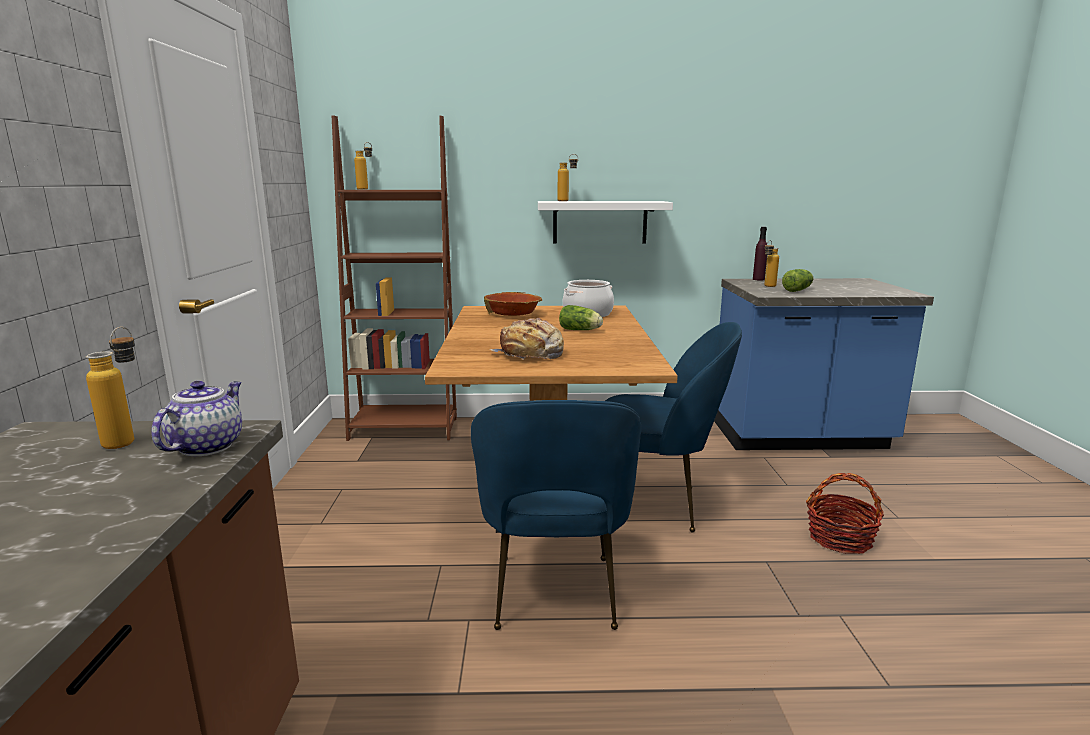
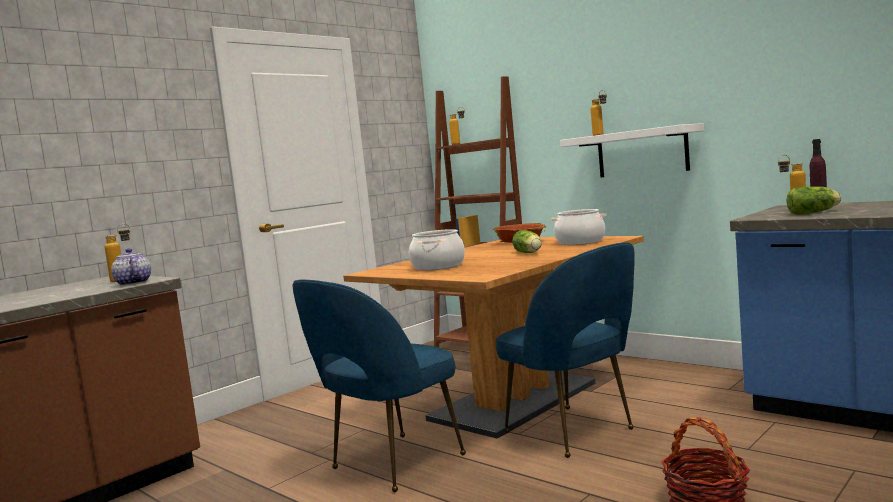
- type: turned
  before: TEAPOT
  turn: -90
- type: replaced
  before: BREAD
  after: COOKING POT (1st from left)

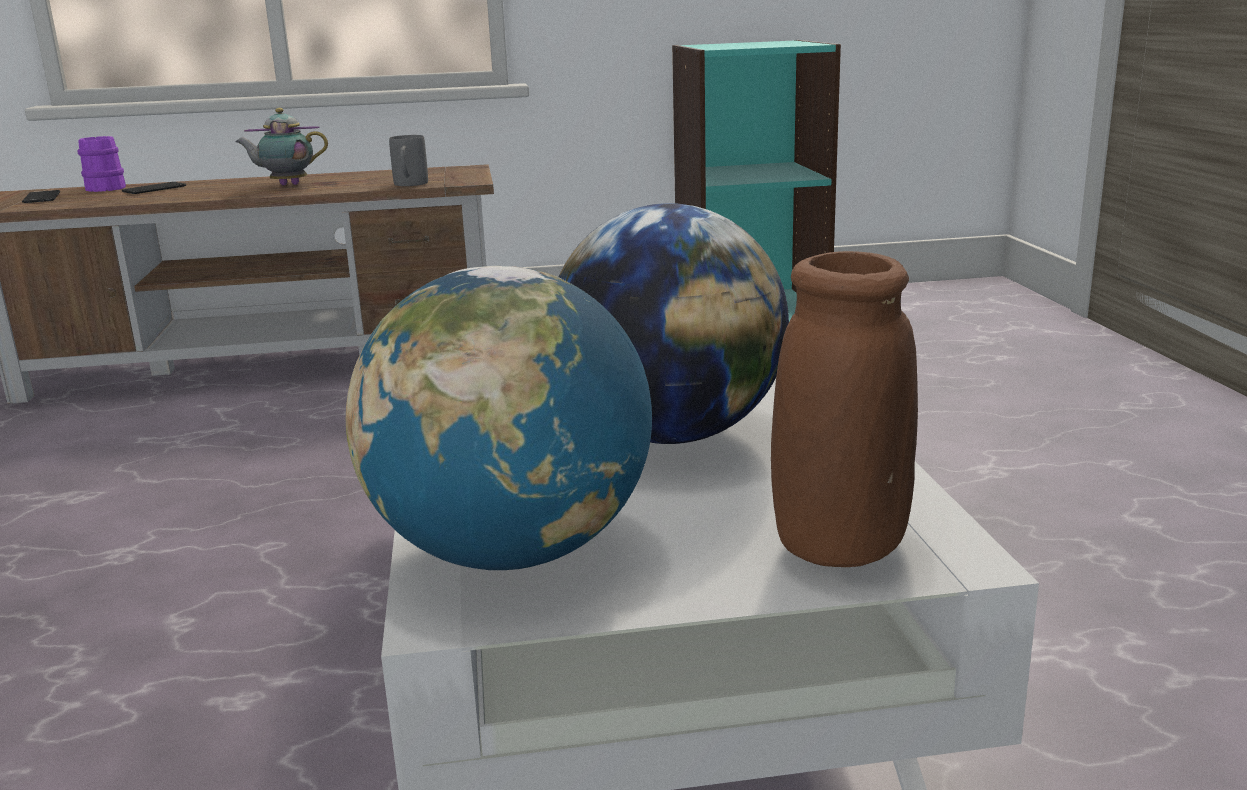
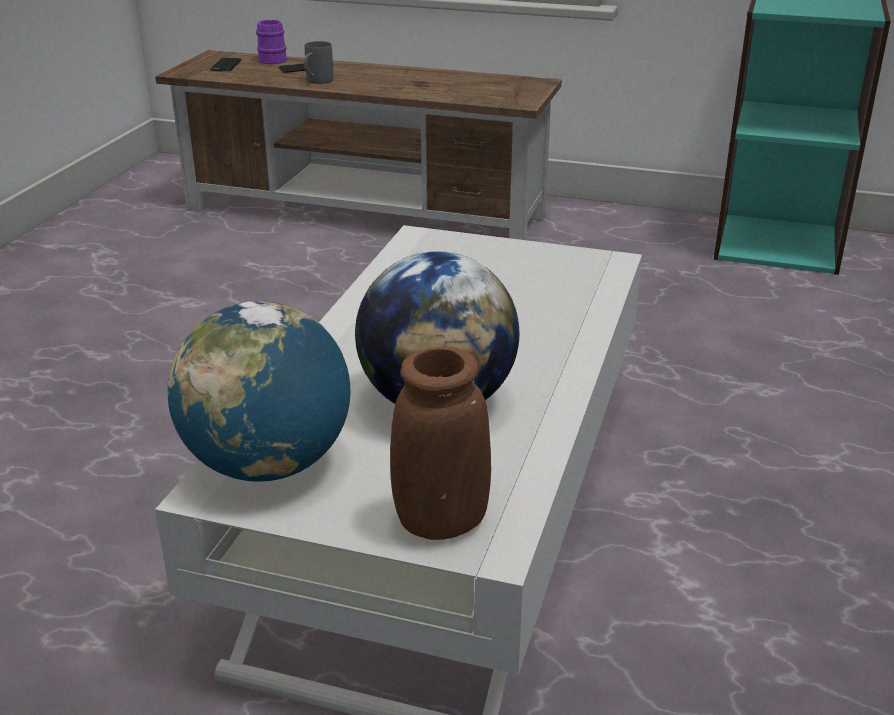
- type: removed
  before: TEAPOT
- type: moved
  before: GREY MUG

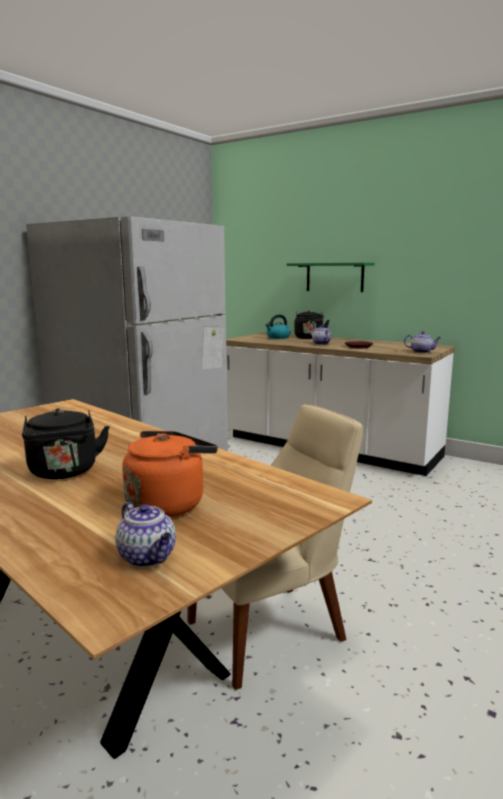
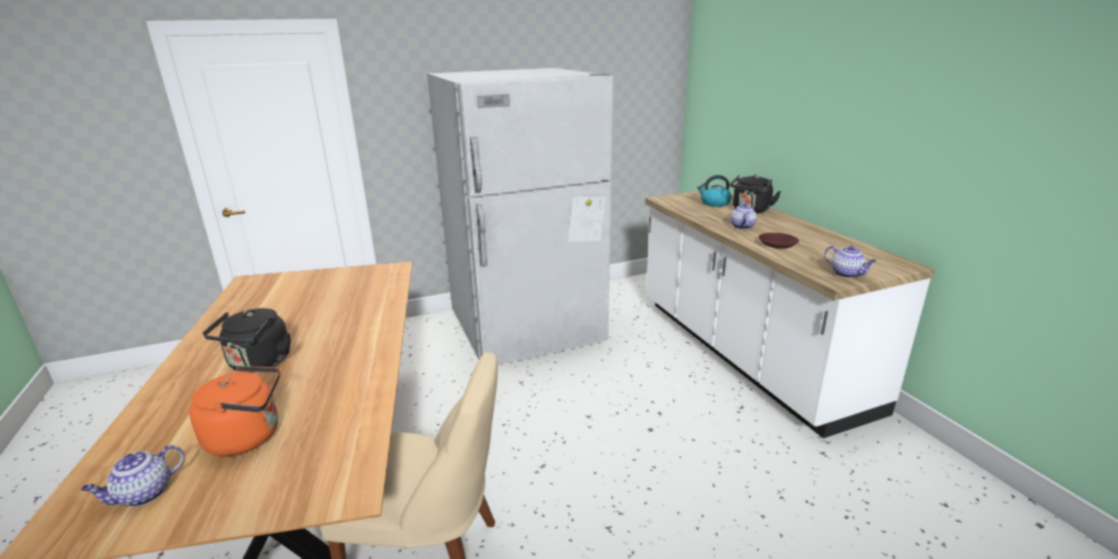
- type: turned
  before: TEAPOT (1st from left)
  turn: 45
- type: removed
  before: GREEN SHELF

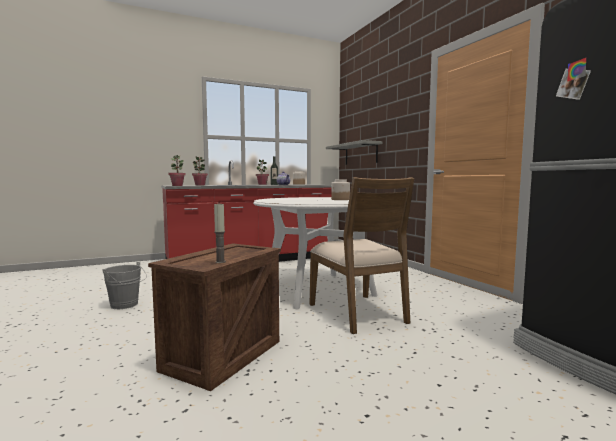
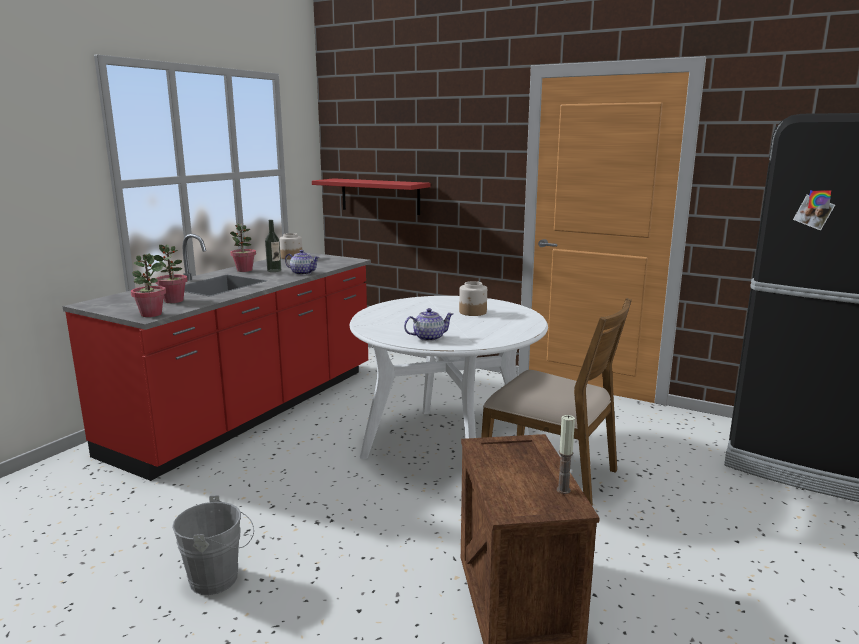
- type: recoloured
  before: GREY SHELF
  after: RED SHELF
- type: added
  after: TEAPOT (2nd from left)

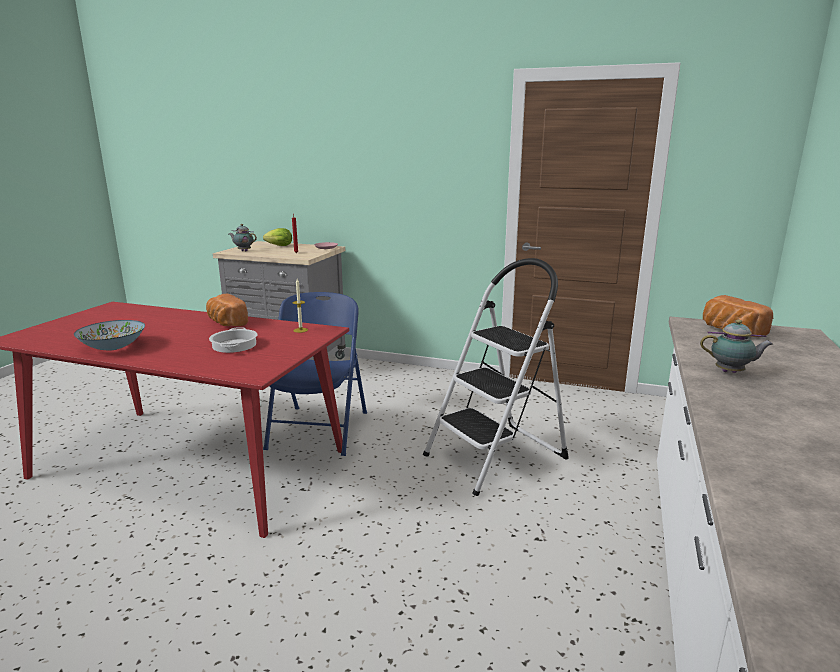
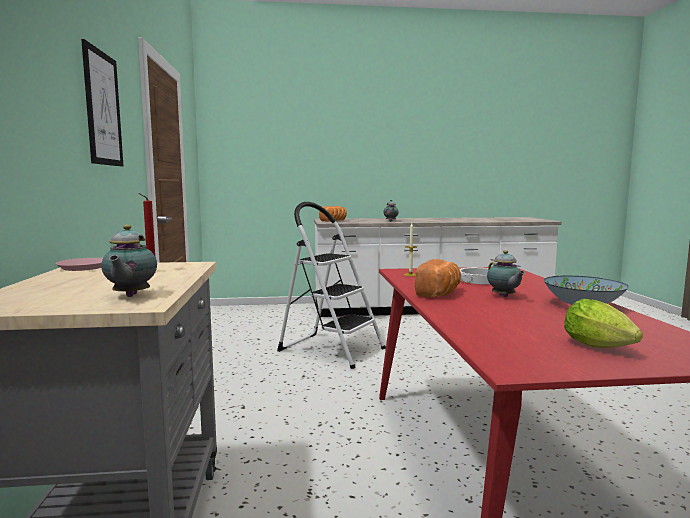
- type: moved
  before: LETTUCE
- type: removed
  before: BLUE CHAIR
- type: added
  after: PICTURE
- type: added
  after: TEAPOT (3rd from left)

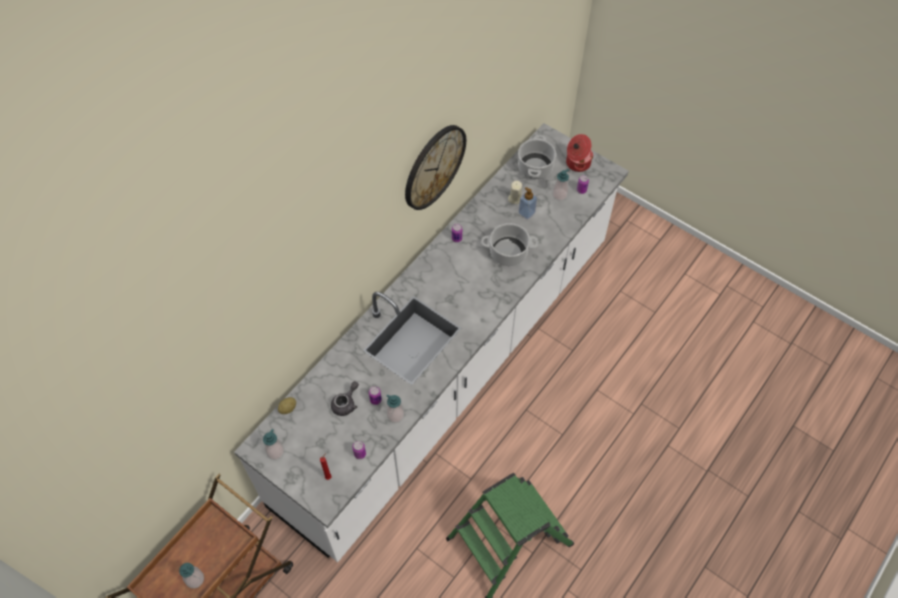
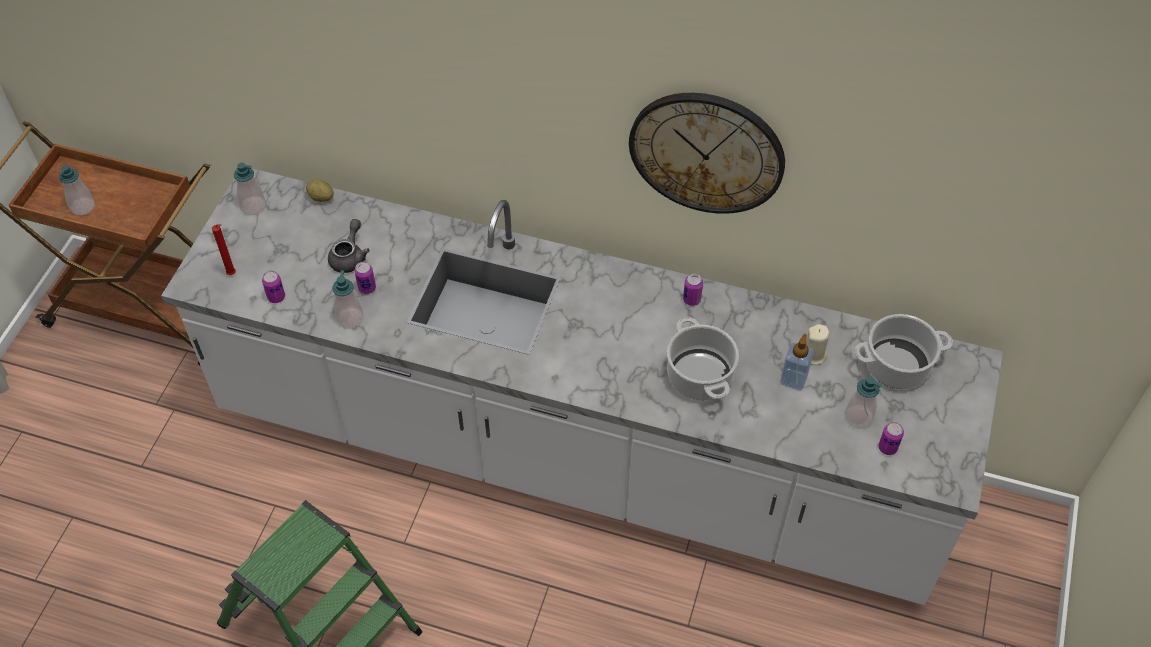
- type: turned
  before: GREY TEAPOT
  turn: -90
- type: removed
  before: COOKING POT (3rd from left)

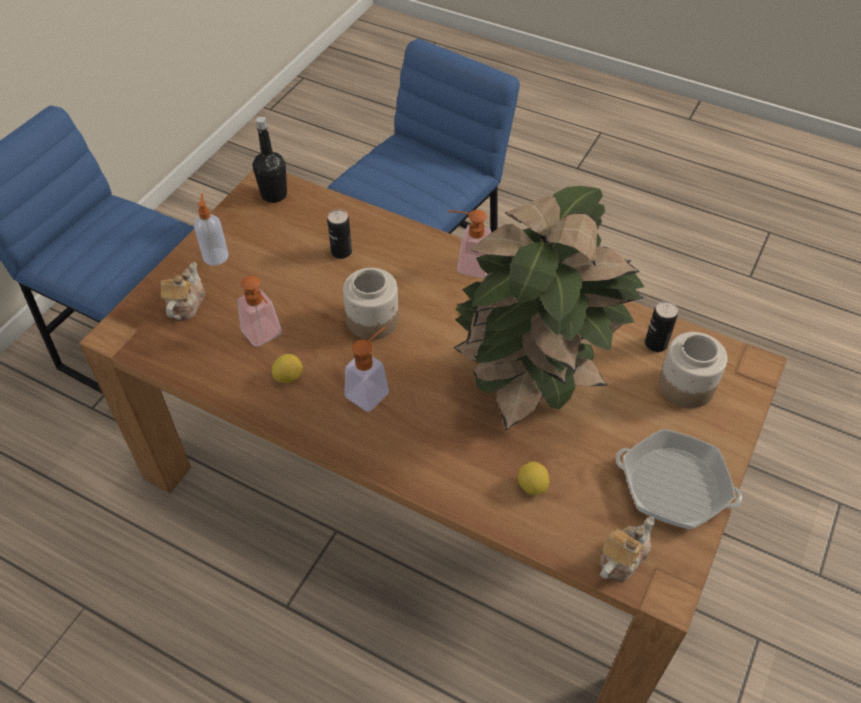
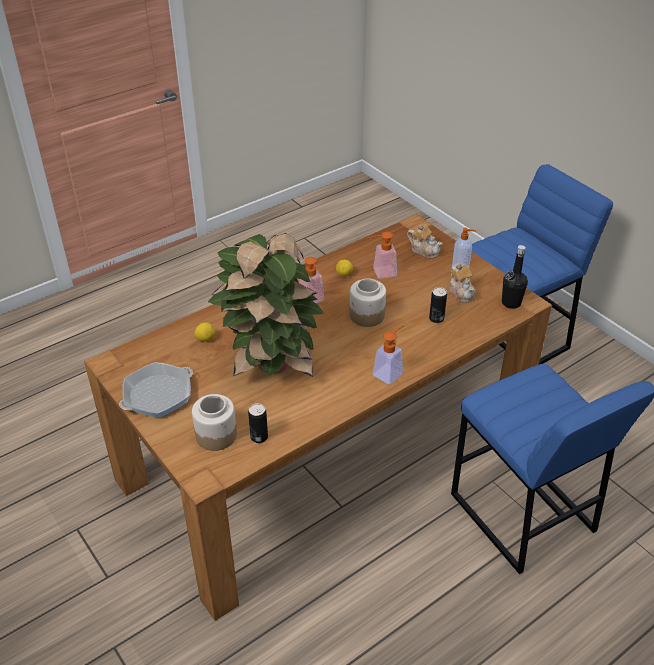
- type: moved
  before: TEAPOT (2nd from left)

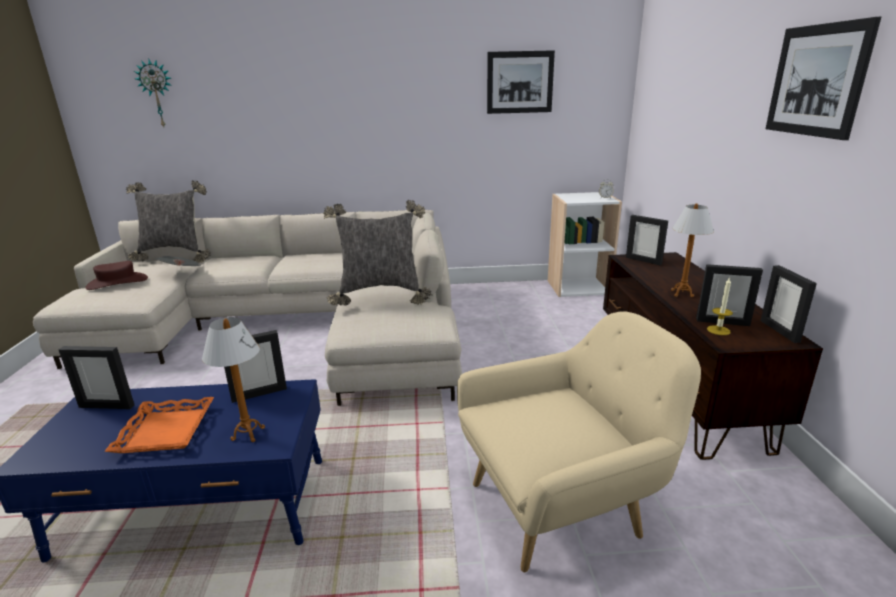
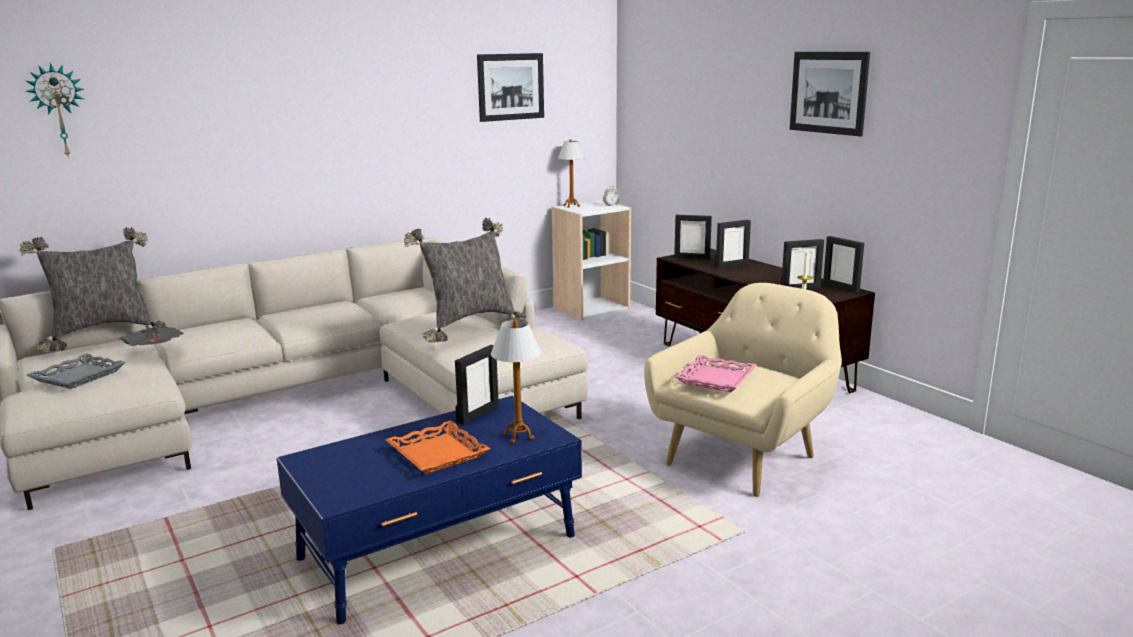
- type: moved
  before: PICTURE FRAME (1st from left in the first image)
  after: PICTURE FRAME (3rd from left)
- type: replaced
  before: BROWN HAT
  after: GREY TRAY
- type: moved
  before: TABLE LAMP (2nd from left)
- type: added
  after: PINK TRAY

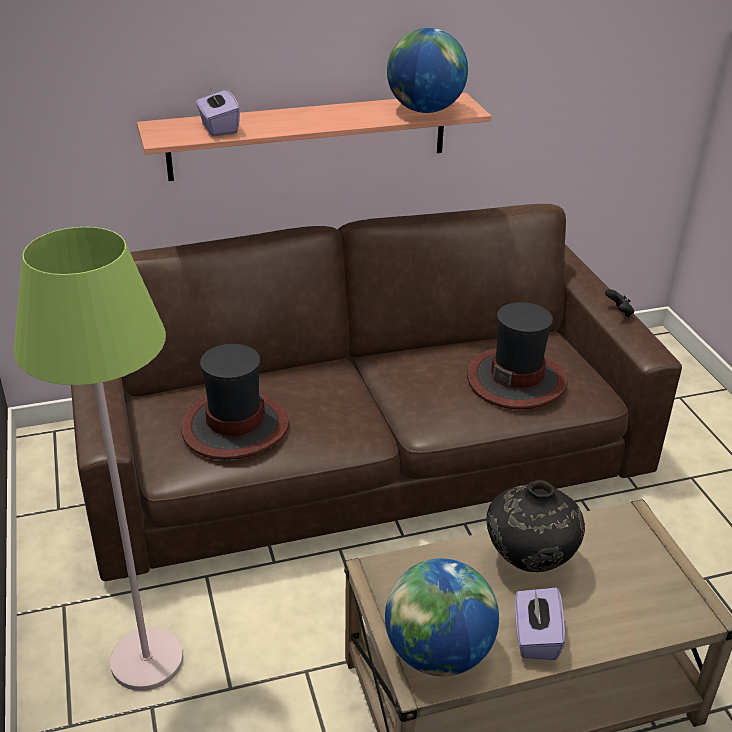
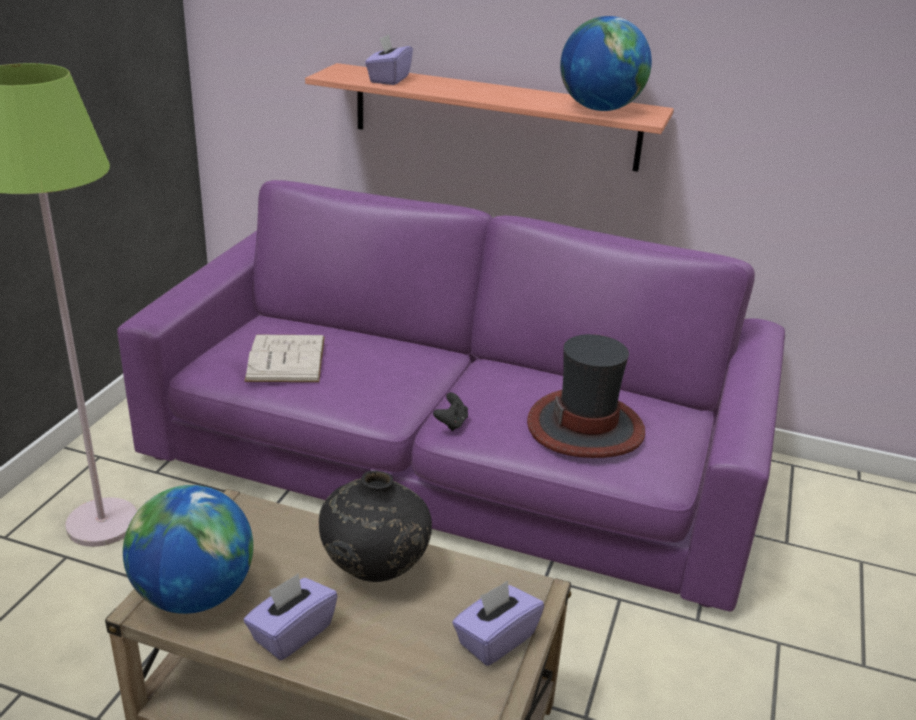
- type: recoloured
  before: BROWN SOFA
  after: PURPLE SOFA
- type: replaced
  before: HAT (1st from left)
  after: WHITE BOOK
- type: moved
  before: BLACK GAME CONTROLLER
- type: added
  after: PURPLE TISSUE BOX (3rd from left)

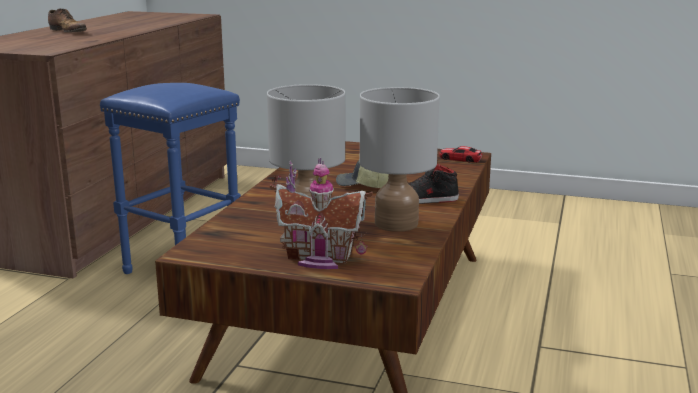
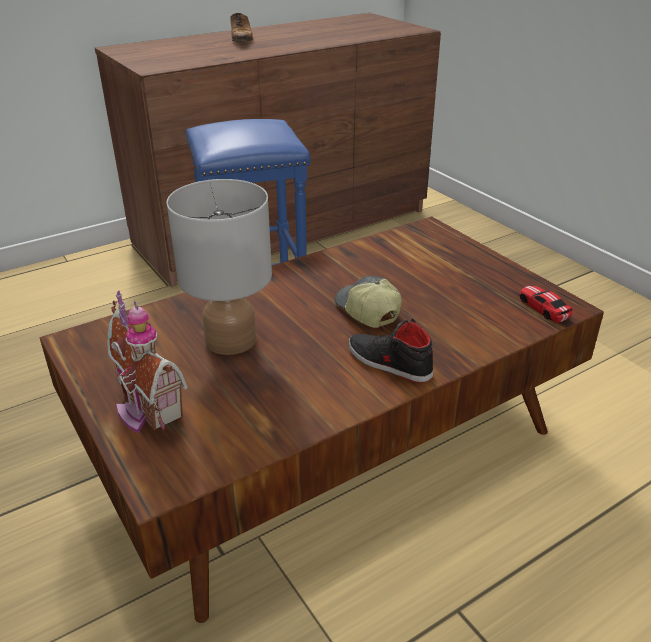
- type: removed
  before: GREY TABLE LAMP (2nd from left)

